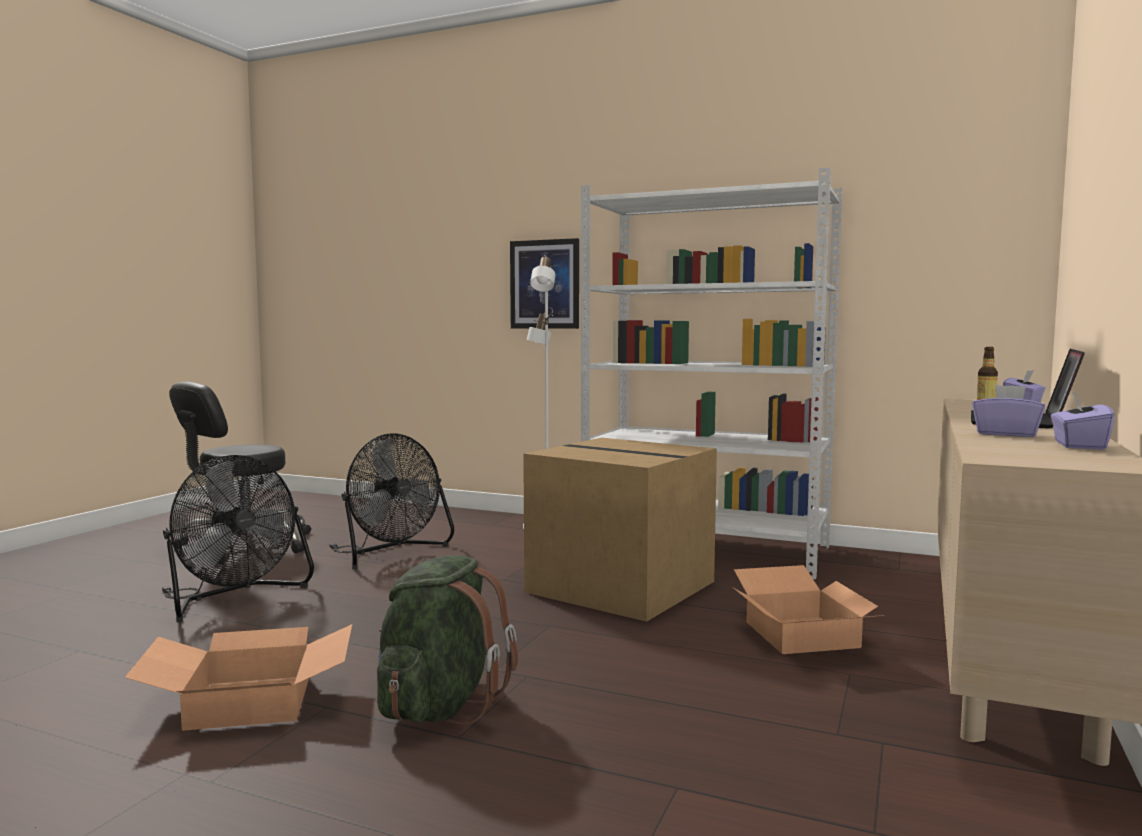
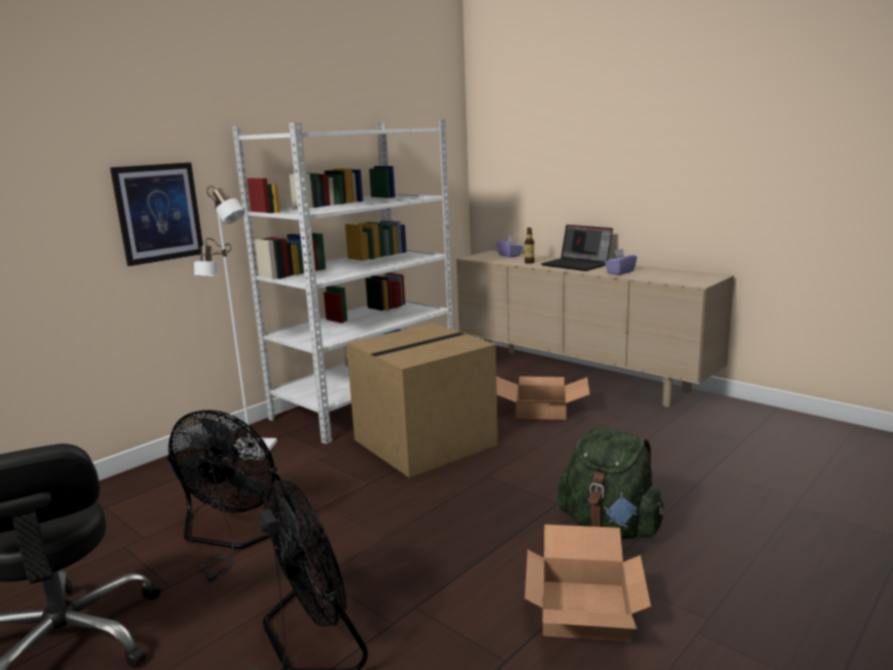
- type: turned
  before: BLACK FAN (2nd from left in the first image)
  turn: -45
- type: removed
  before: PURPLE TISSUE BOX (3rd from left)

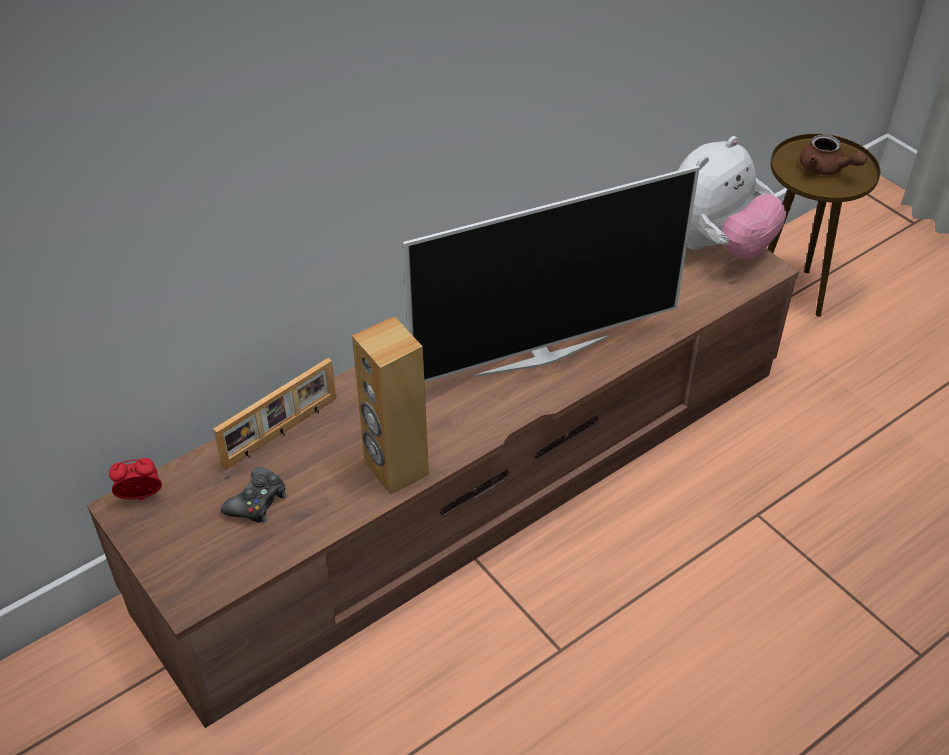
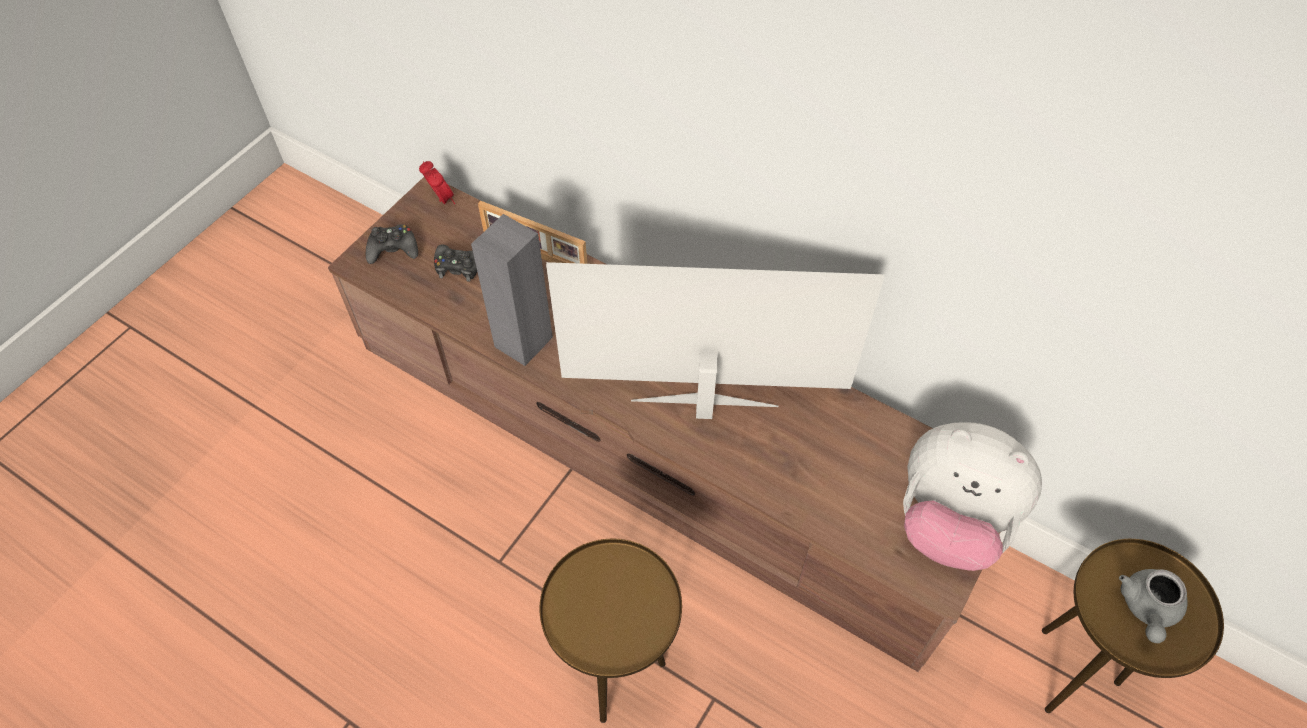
- type: recoloured
  before: BROWN SPEAKER
  after: GREY SPEAKER
- type: turned
  before: TELEVISION
  turn: 135
- type: recoloured
  before: BROWN TEAPOT
  after: GREY TEAPOT
- type: added
  after: BLACK GAME CONTROLLER (1st from left)
- type: added
  after: BROWN SIDE TABLE (1st from left)

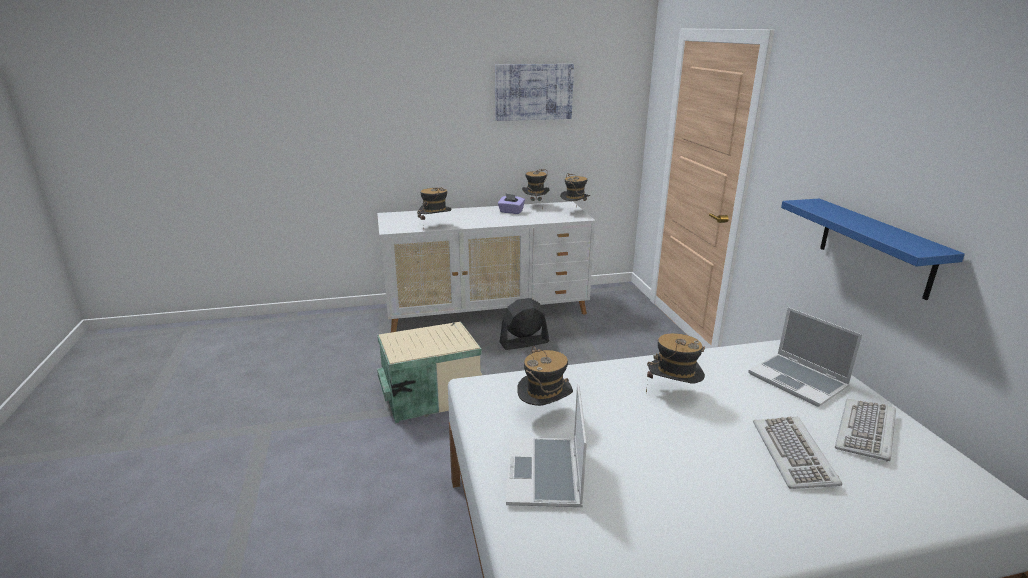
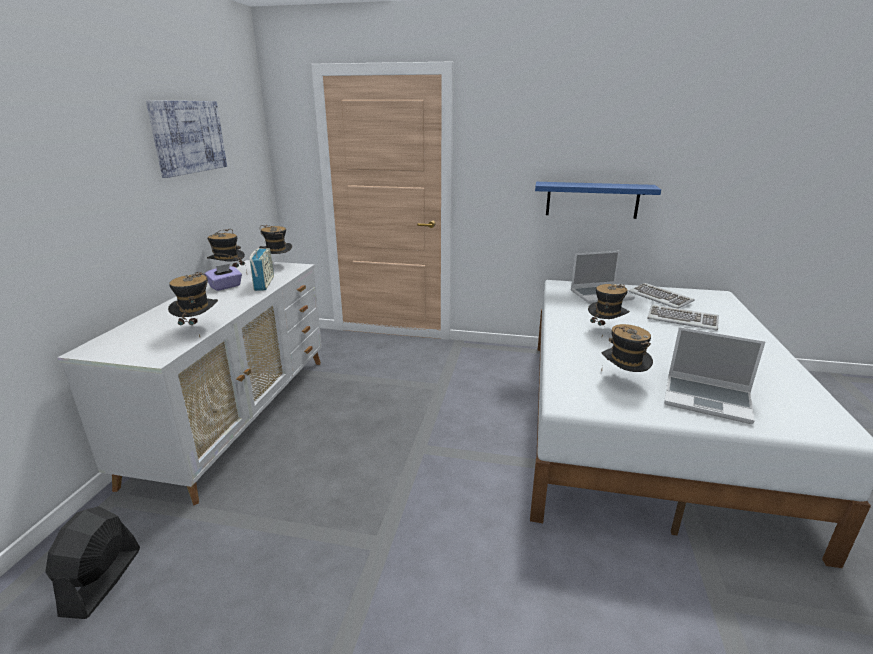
- type: removed
  before: BEIGE STORAGE BOX
- type: moved
  before: BLACK FAN
- type: added
  after: RADIO

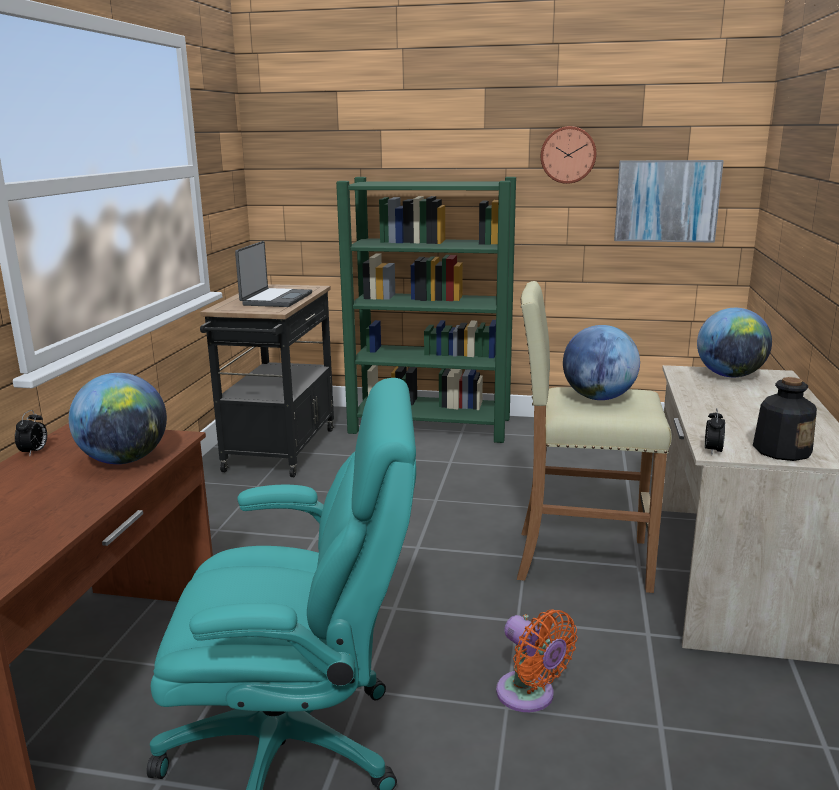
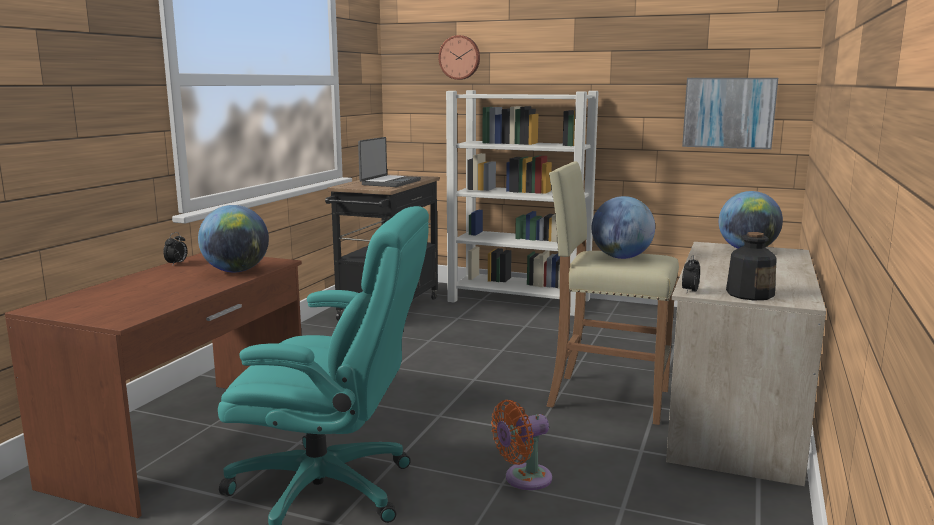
- type: recoloured
  before: GREEN BOOKCASE
  after: WHITE BOOKCASE
- type: turned
  before: ORANGE FAN
  turn: 90
- type: moved
  before: WALL CLOCK

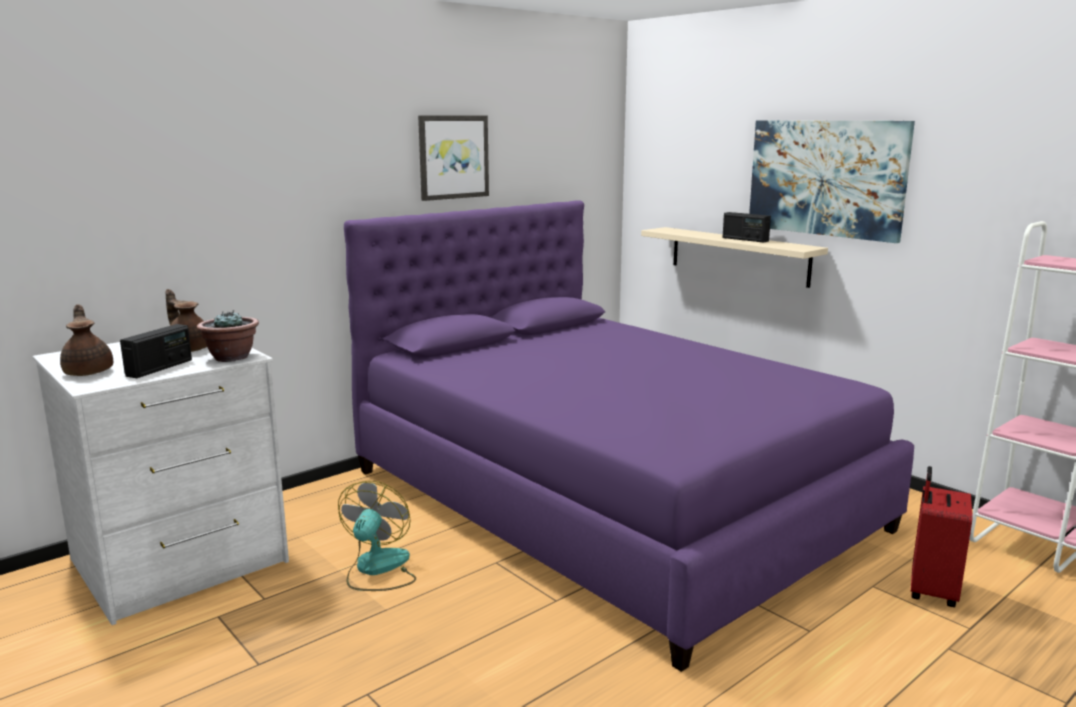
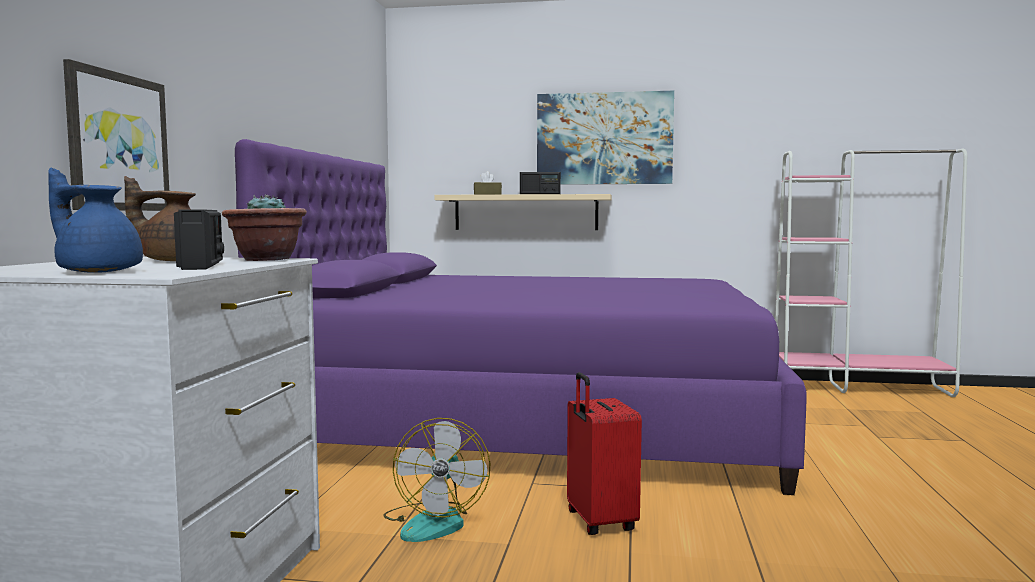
- type: recoloured
  before: BROWN TEAPOT (1st from left)
  after: BLUE TEAPOT
- type: turned
  before: FAN
  turn: -150
- type: moved
  before: PICTURE (1st from left)
- type: moved
  before: RED SUITCASE
- type: added
  after: BROWN TISSUE BOX

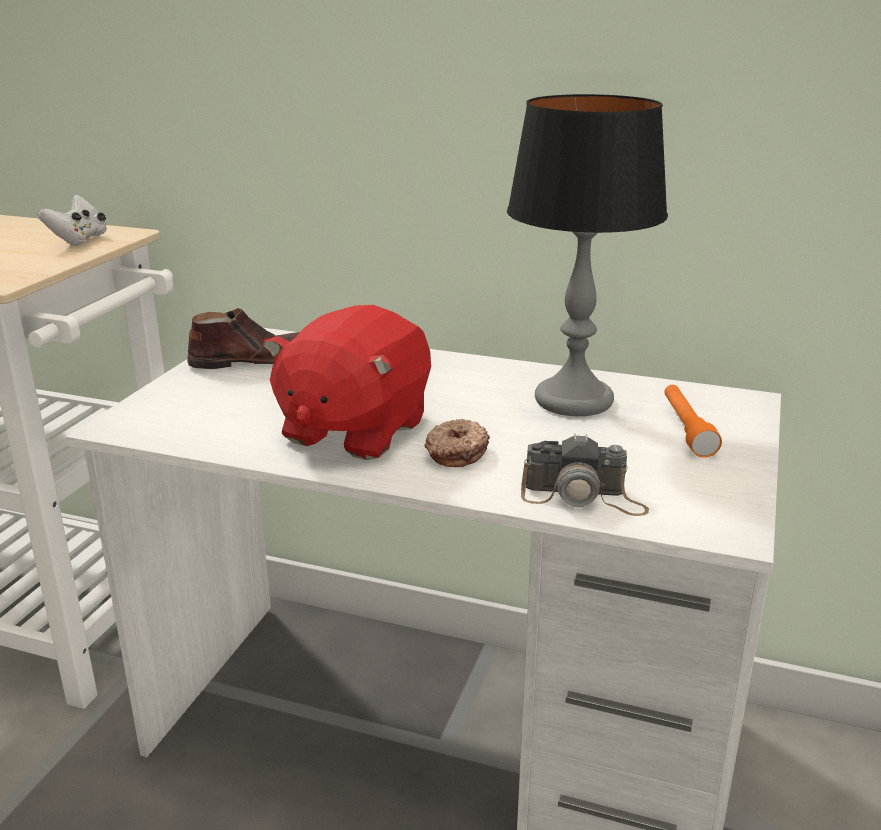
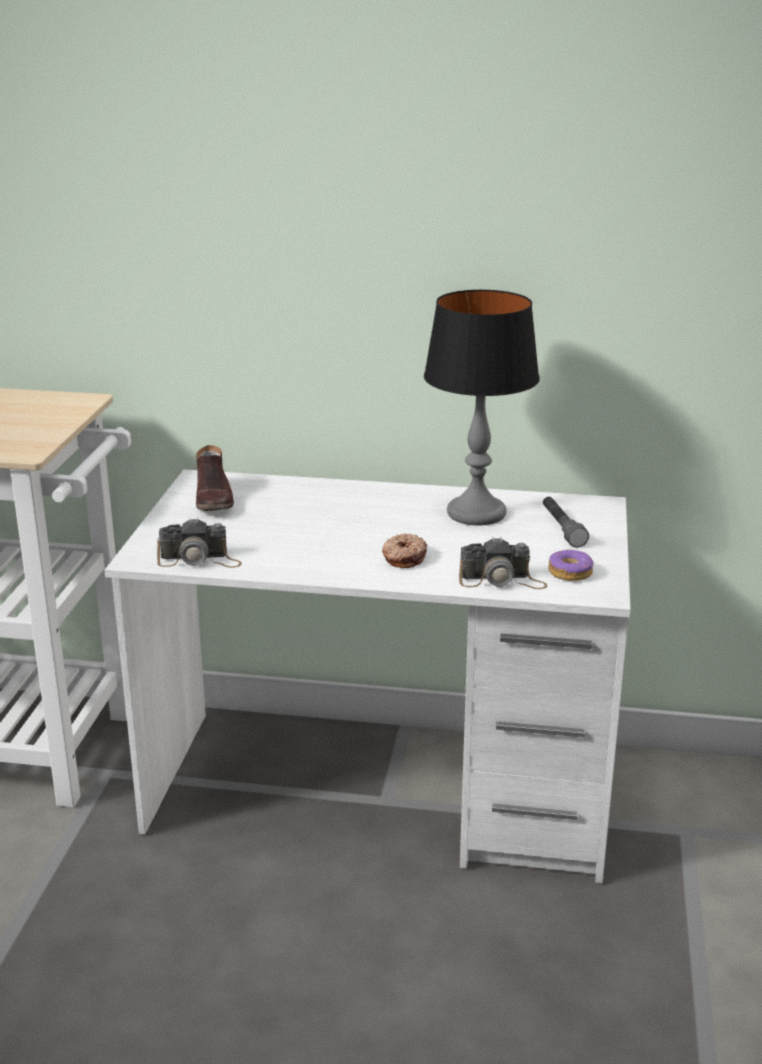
- type: removed
  before: WHITE GAME CONTROLLER
- type: turned
  before: BROWN SHOE
  turn: 105
- type: removed
  before: RED PLUSH TOY
- type: recoloured
  before: ORANGE FLASHLIGHT
  after: GREY FLASHLIGHT
- type: added
  after: PHOTO CAMERA (1st from left)
- type: added
  after: DONUT (2nd from left)

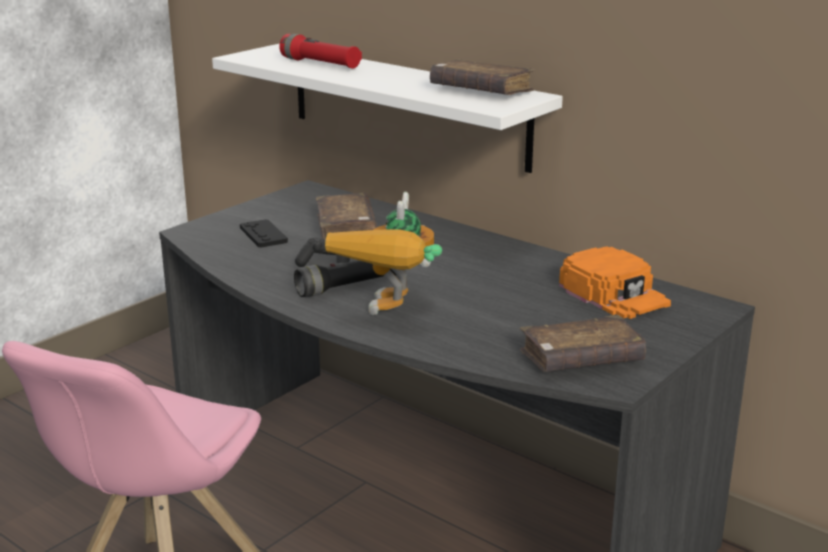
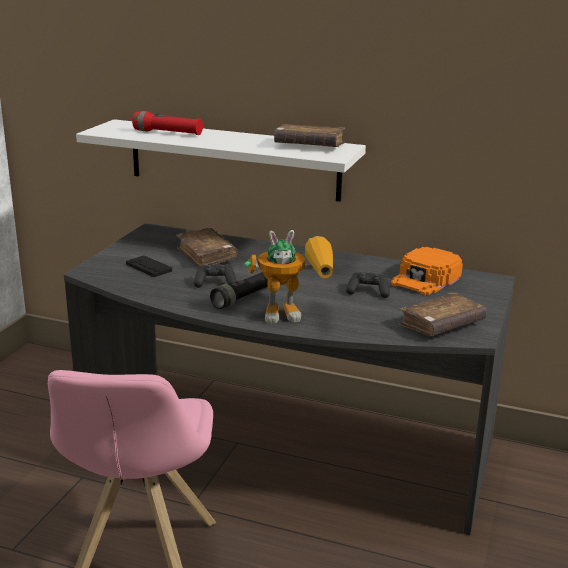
- type: turned
  before: TOY ROBOT
  turn: -90
- type: turned
  before: ORANGE CAP
  turn: 90
- type: added
  after: BLACK GAME CONTROLLER (3rd from left)

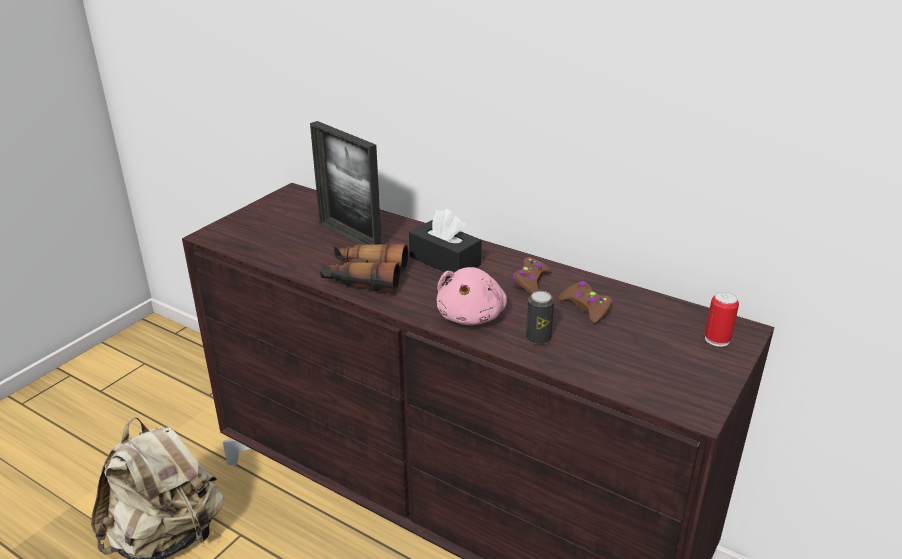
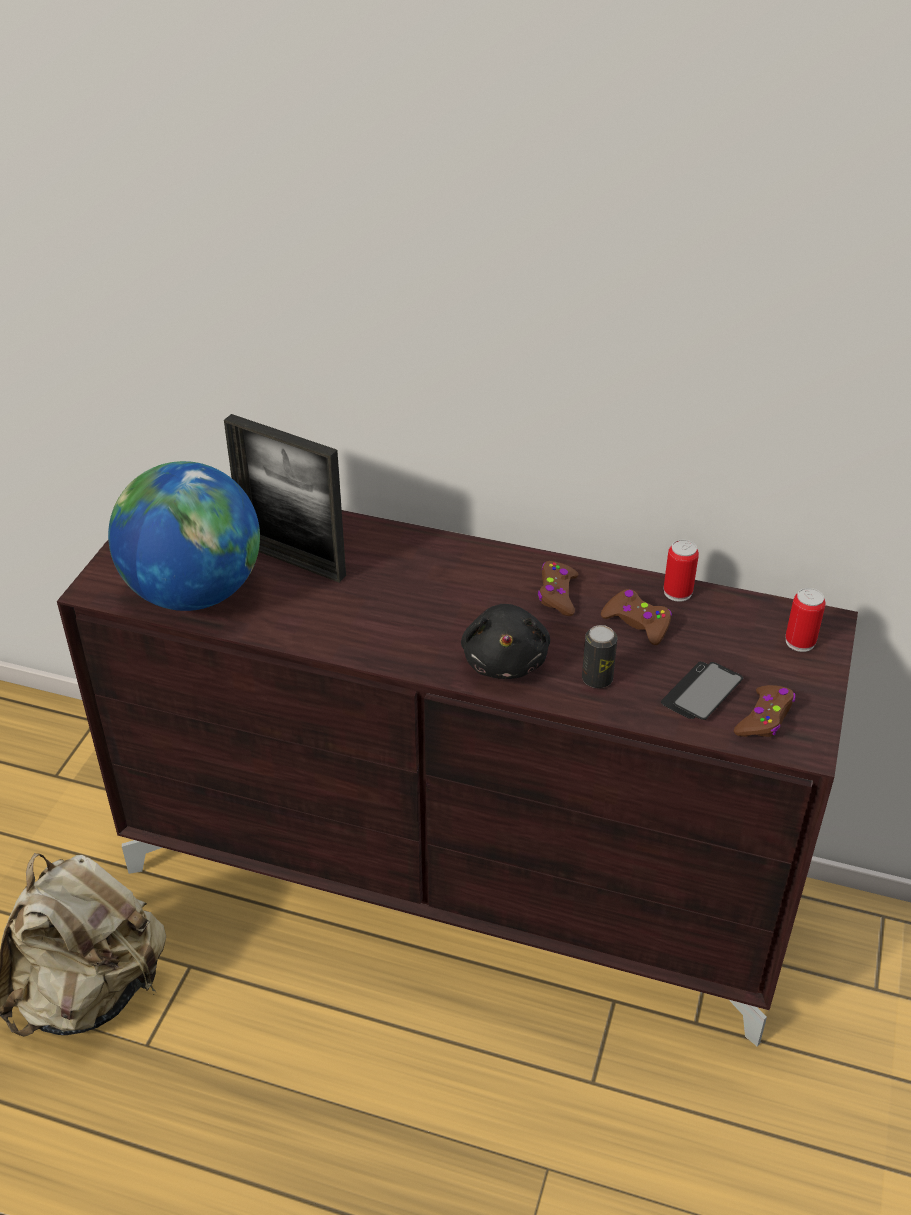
- type: removed
  before: BINOCULARS
- type: removed
  before: BLACK TISSUE BOX
- type: recoloured
  before: PINK PLUSH TOY
  after: BLACK PLUSH TOY
- type: added
  after: GLOBE
- type: added
  after: PHONE
- type: added
  after: CAN (2nd from left)
- type: added
  after: BROWN GAME CONTROLLER (3rd from left)

